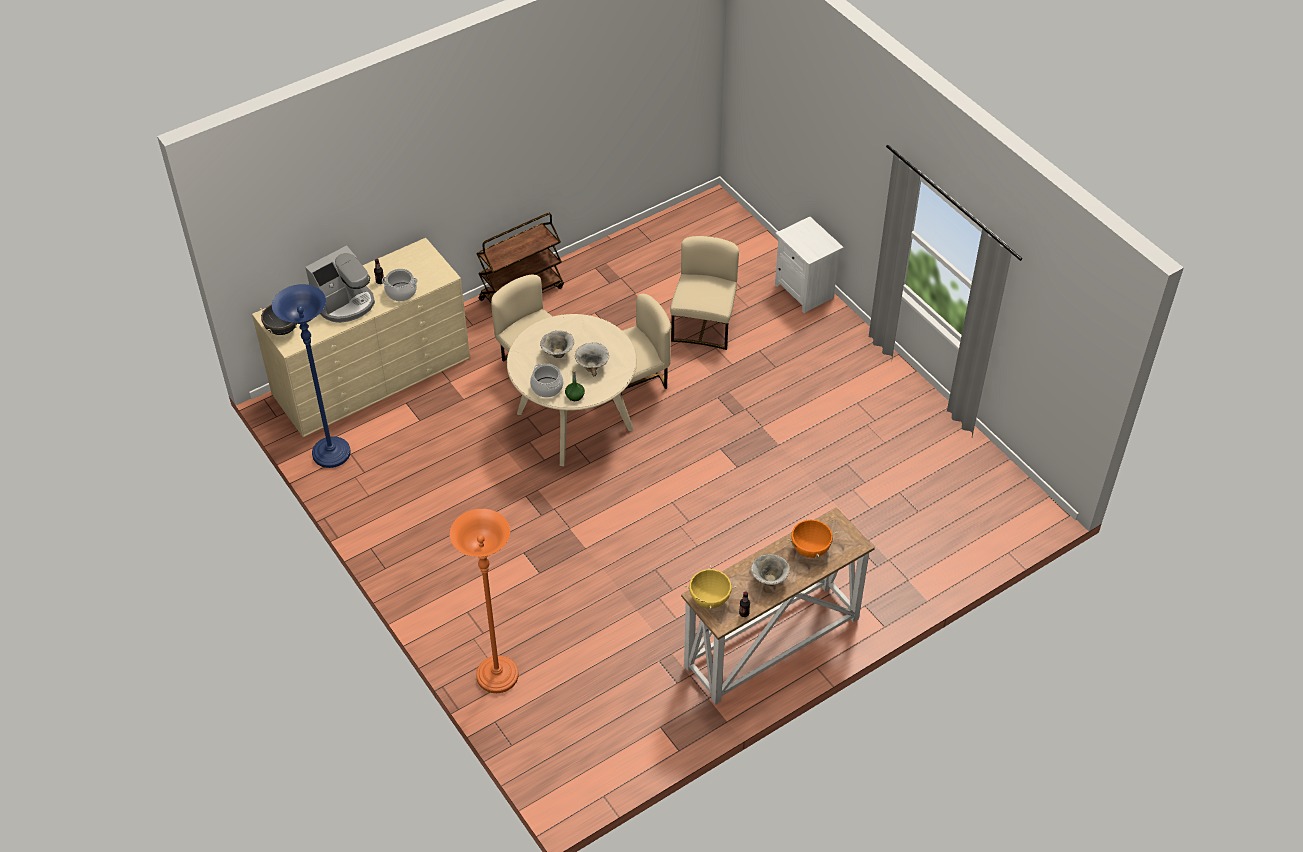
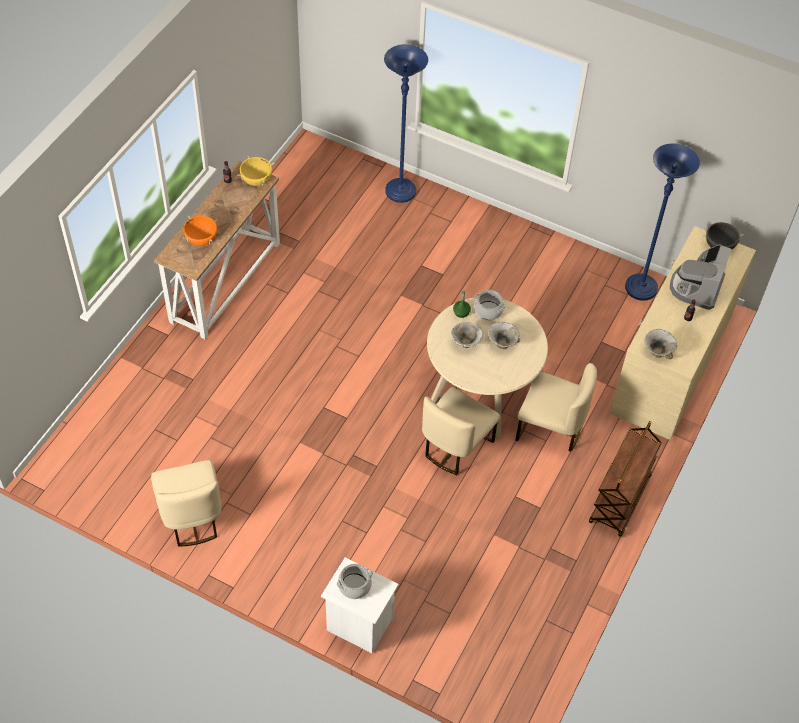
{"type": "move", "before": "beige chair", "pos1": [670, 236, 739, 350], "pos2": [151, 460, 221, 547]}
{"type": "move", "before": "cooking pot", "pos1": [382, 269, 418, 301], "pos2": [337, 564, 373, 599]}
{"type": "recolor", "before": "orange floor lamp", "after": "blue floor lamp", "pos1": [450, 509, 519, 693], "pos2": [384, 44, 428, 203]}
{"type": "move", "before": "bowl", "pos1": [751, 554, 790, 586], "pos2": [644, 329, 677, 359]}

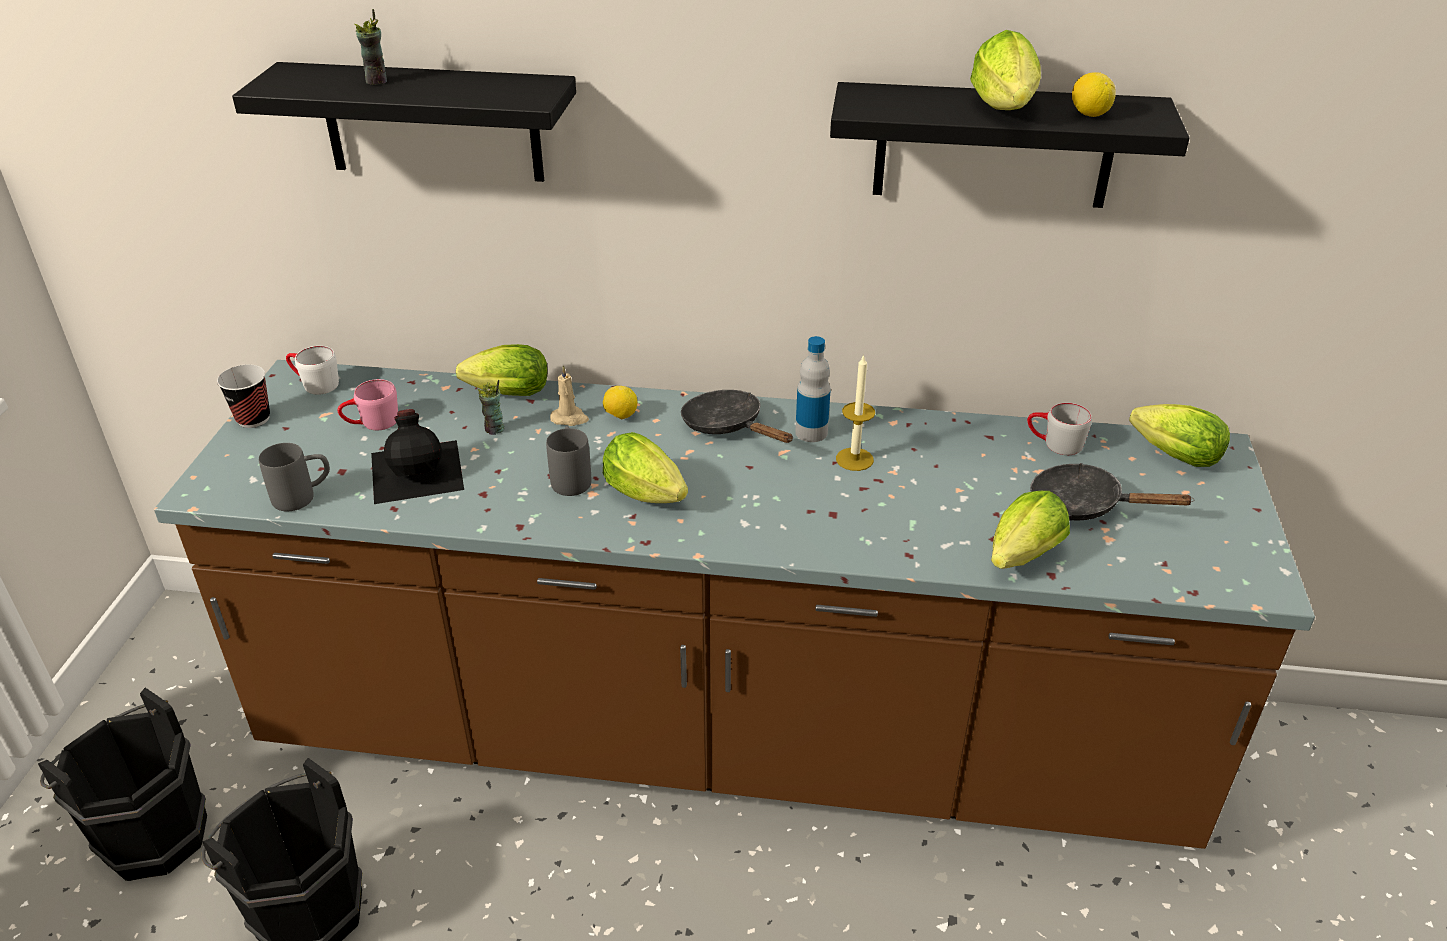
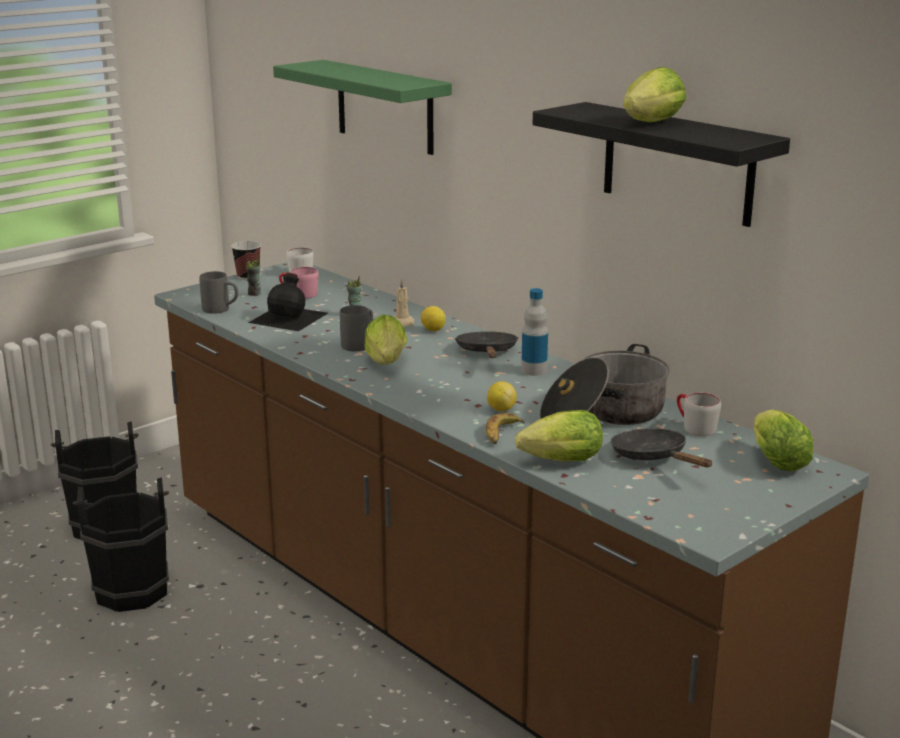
{"type": "move", "before": "cup", "pos1": [354, 9, 387, 85], "pos2": [246, 255, 261, 296]}
{"type": "recolor", "before": "black shelf", "after": "green shelf", "pos1": [232, 62, 576, 182], "pos2": [273, 60, 452, 155]}
{"type": "insert", "after": "banana", "pos2": [486, 413, 525, 444]}
{"type": "move", "before": "lemon", "pos1": [1072, 72, 1116, 117], "pos2": [487, 381, 517, 411]}
{"type": "insert", "after": "cooking pot", "pos2": [540, 344, 670, 425]}
{"type": "delete", "before": "lettuce", "pos1": [456, 344, 547, 396]}
{"type": "delete", "before": "candle", "pos1": [836, 354, 875, 471]}

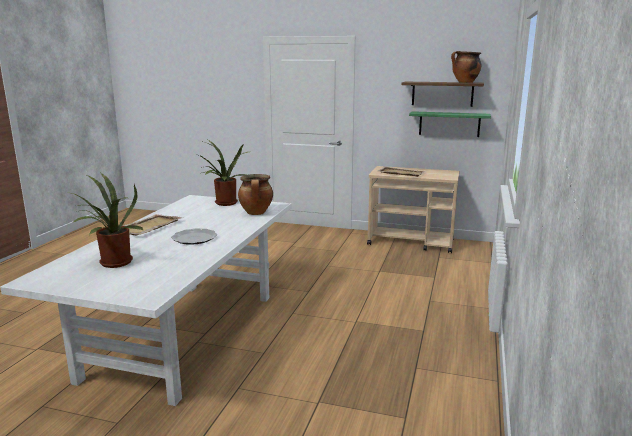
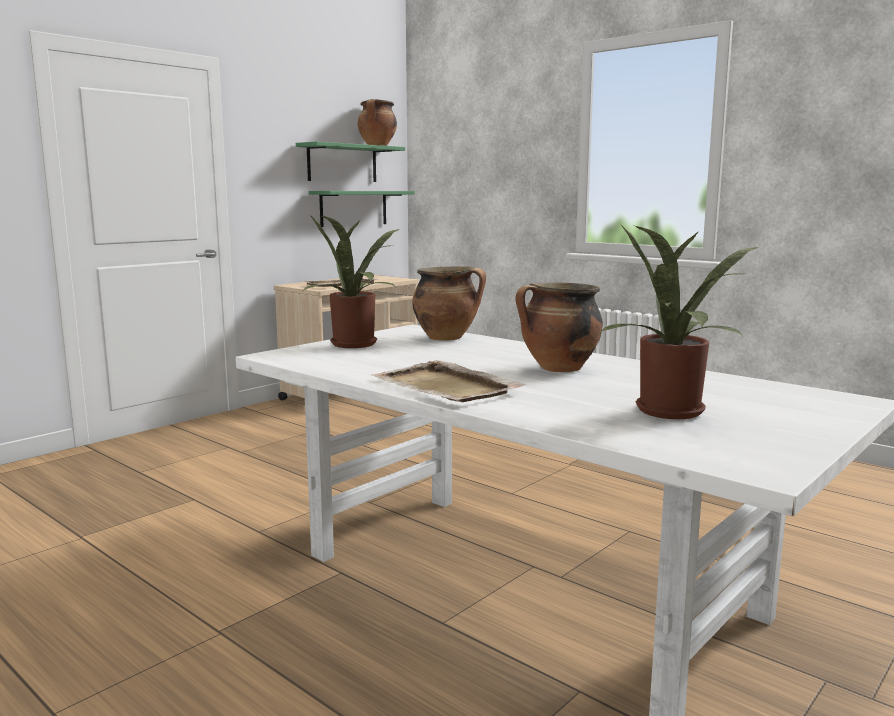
{"type": "recolor", "before": "brown shelf", "after": "green shelf", "pos1": [401, 82, 484, 107], "pos2": [296, 141, 405, 182]}
{"type": "replace", "before": "plate", "after": "cooking pot", "pos1": [171, 228, 217, 245], "pos2": [515, 283, 603, 372]}

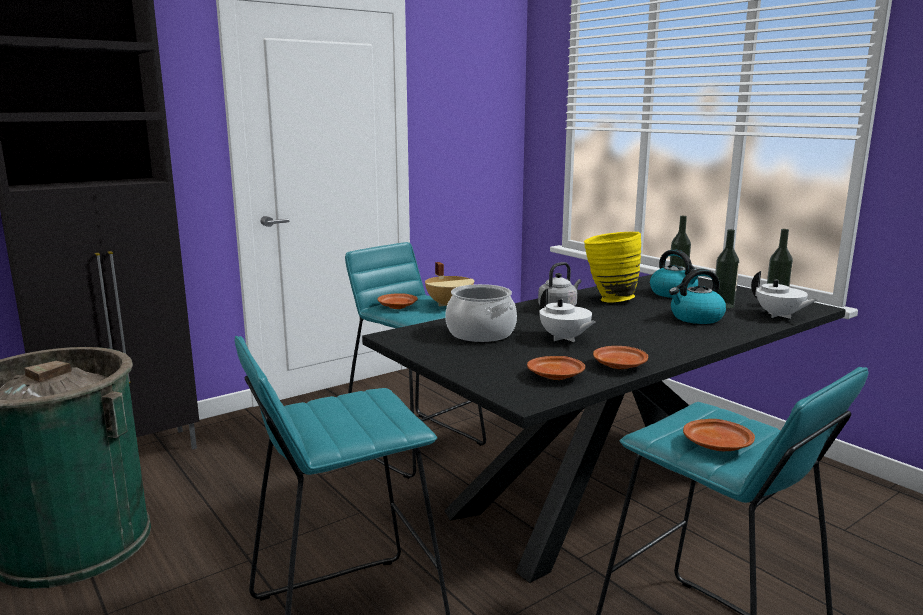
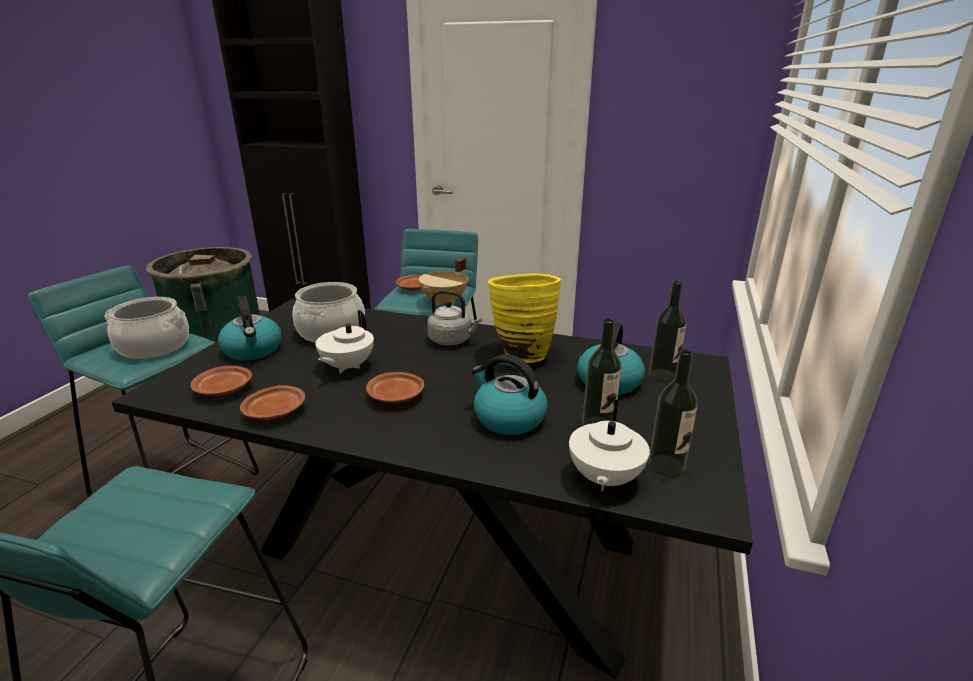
{"type": "insert", "after": "cooking pot", "pos2": [105, 297, 189, 359]}
{"type": "insert", "after": "kettle", "pos2": [218, 296, 281, 360]}
{"type": "move", "before": "brown plate", "pos1": [683, 419, 755, 451], "pos2": [366, 372, 424, 403]}

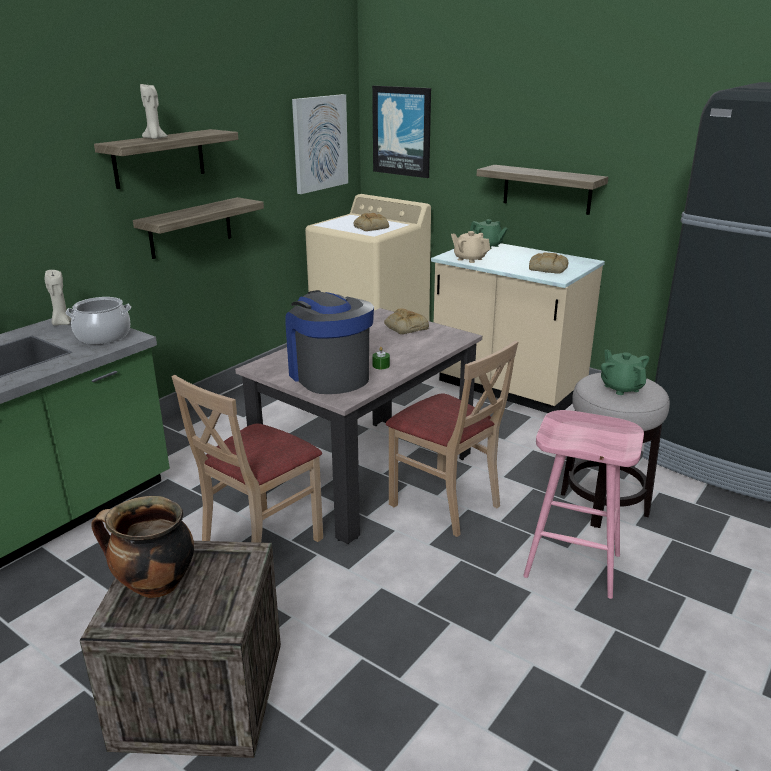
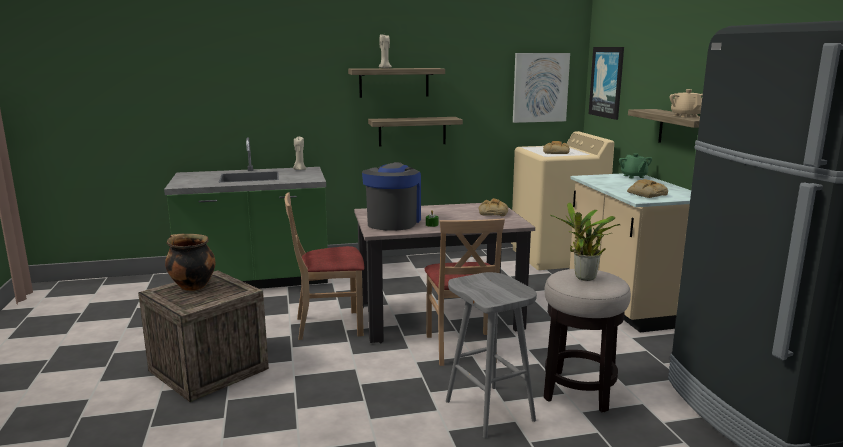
{"type": "recolor", "before": "pink stool", "after": "grey stool", "pos1": [523, 410, 644, 599], "pos2": [446, 272, 537, 438]}
{"type": "replace", "before": "green teapot", "after": "potted plant", "pos1": [601, 350, 649, 395], "pos2": [550, 203, 620, 281]}
{"type": "move", "before": "beige teapot", "pos1": [451, 231, 490, 263], "pos2": [670, 89, 703, 117]}
{"type": "delete", "before": "cooking pot", "pos1": [66, 297, 131, 344]}

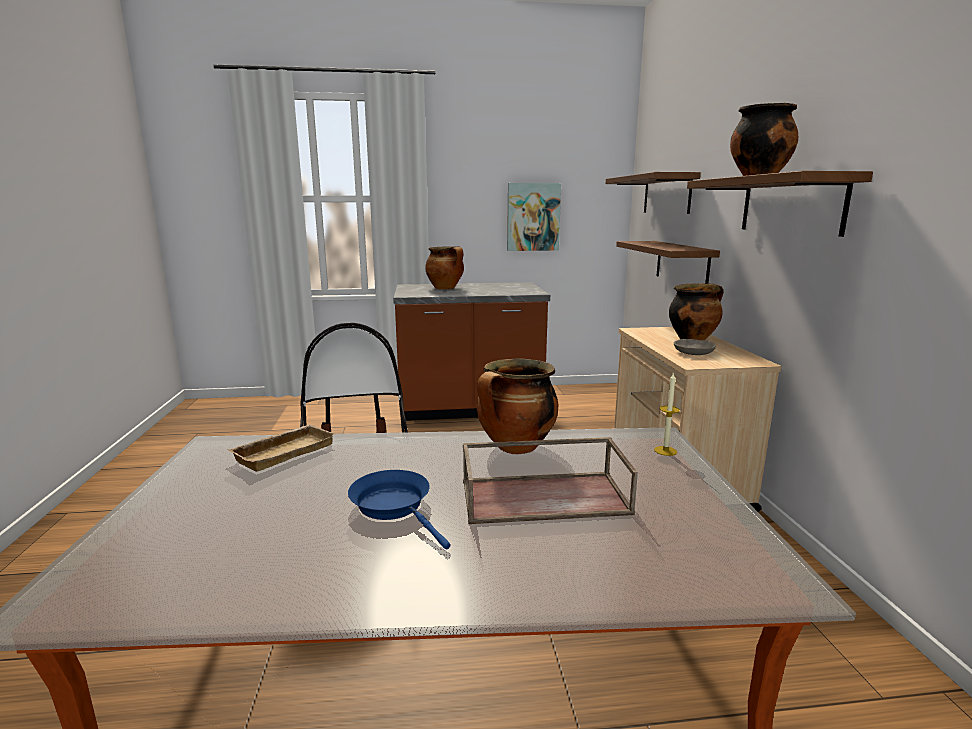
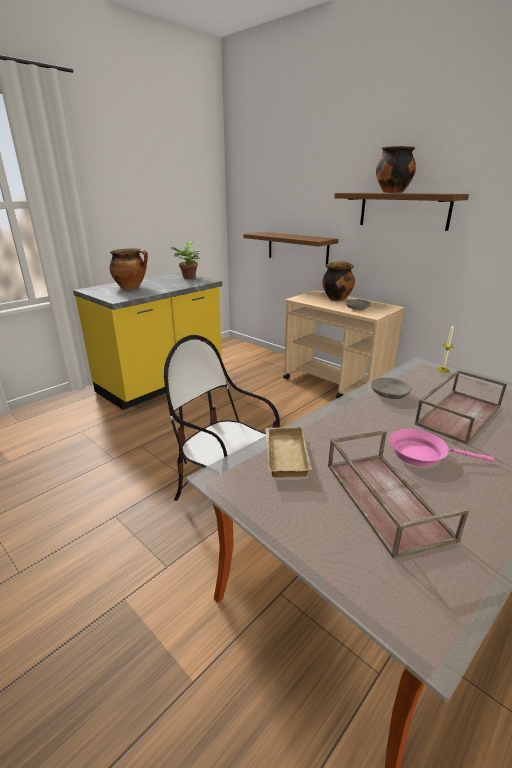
{"type": "recolor", "before": "brown counter", "after": "yellow counter", "pos1": [393, 282, 550, 421], "pos2": [73, 272, 222, 410]}
{"type": "insert", "after": "potted plant", "pos2": [170, 241, 199, 279]}
{"type": "insert", "after": "brown tray", "pos2": [328, 430, 469, 559]}
{"type": "replace", "before": "cooking pot", "after": "grey bowl", "pos1": [477, 359, 558, 454], "pos2": [371, 378, 412, 399]}
{"type": "recolor", "before": "blue frying pan", "after": "pink frying pan", "pos1": [348, 470, 450, 549], "pos2": [389, 429, 494, 467]}
{"type": "delete", "before": "picture", "pos1": [507, 183, 561, 251]}
{"type": "delete", "before": "shelf", "pos1": [606, 172, 701, 214]}

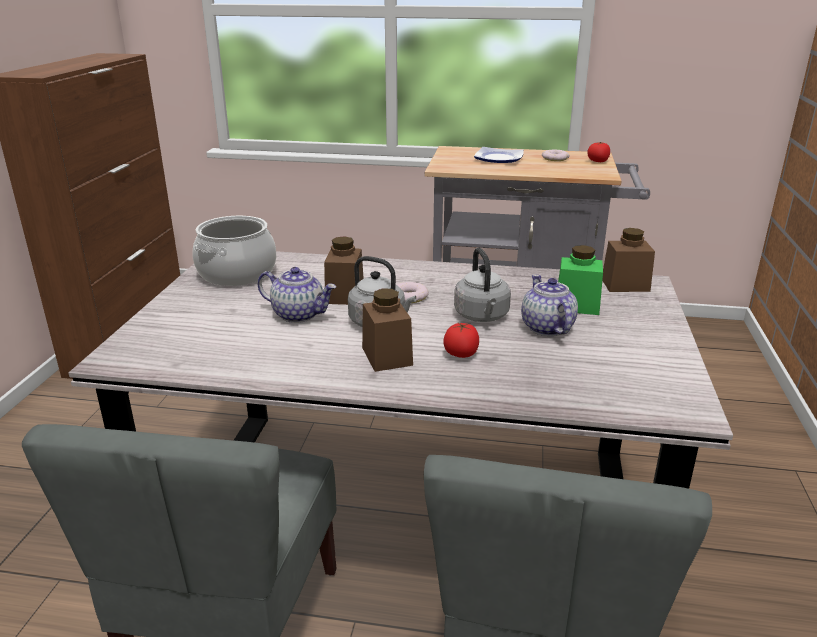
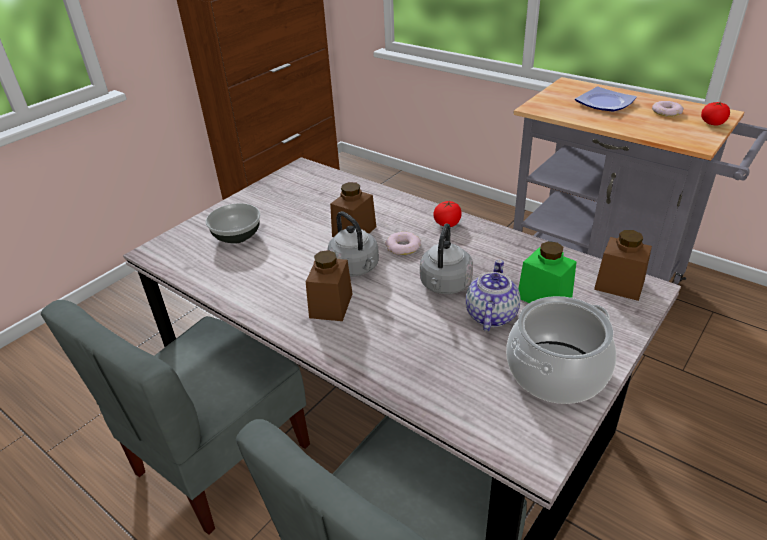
{"type": "insert", "after": "bowl", "pos2": [206, 203, 260, 244]}
{"type": "move", "before": "tomato", "pos1": [443, 323, 479, 358], "pos2": [433, 201, 462, 227]}
{"type": "move", "before": "cooking pot", "pos1": [192, 216, 276, 286], "pos2": [506, 296, 616, 404]}
{"type": "delete", "before": "teapot", "pos1": [258, 267, 336, 323]}

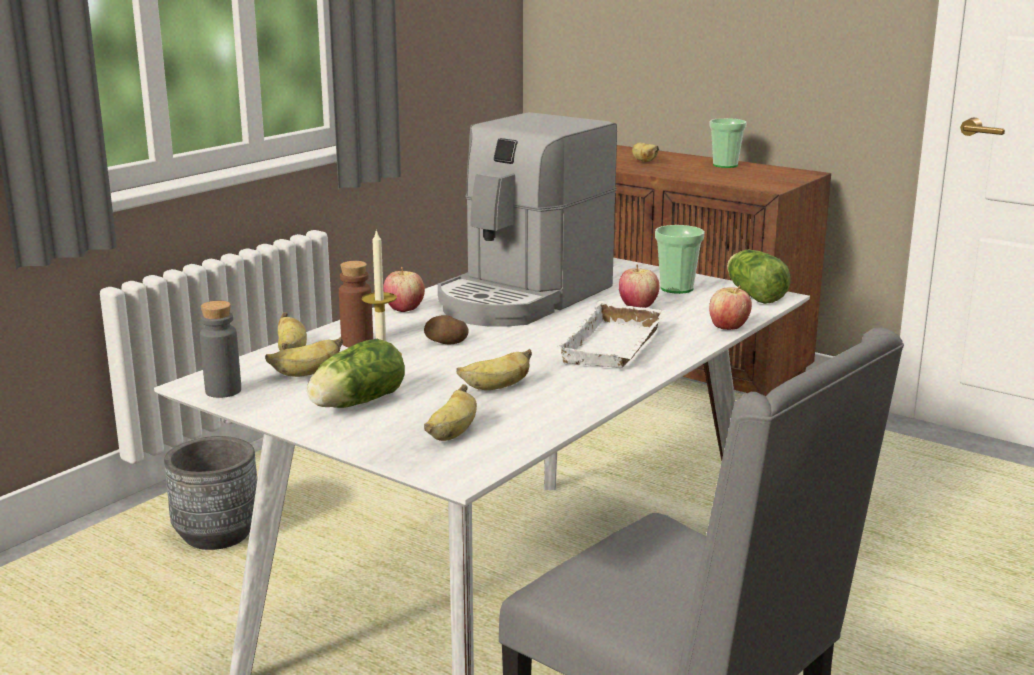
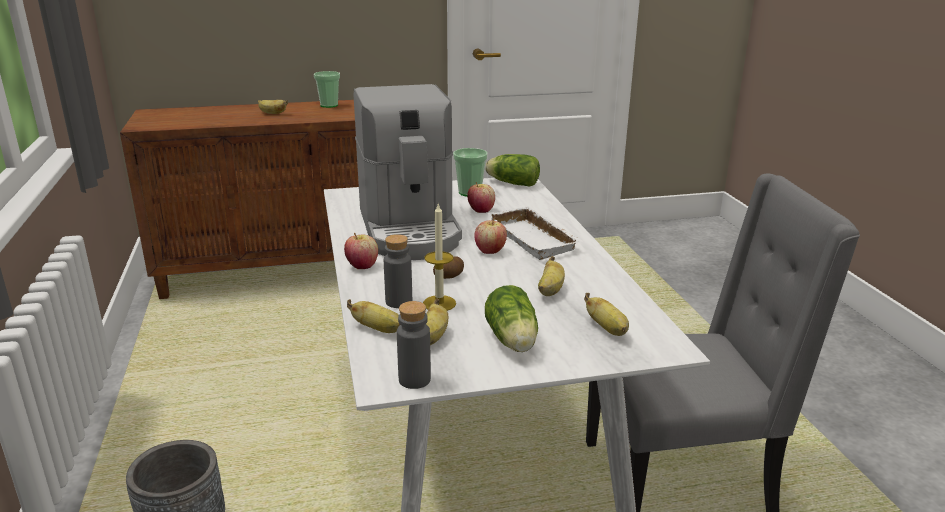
{"type": "recolor", "before": "brown bottle", "after": "grey bottle", "pos1": [339, 261, 373, 347], "pos2": [384, 234, 412, 308]}
{"type": "move", "before": "apple", "pos1": [709, 285, 752, 330], "pos2": [474, 218, 507, 254]}

